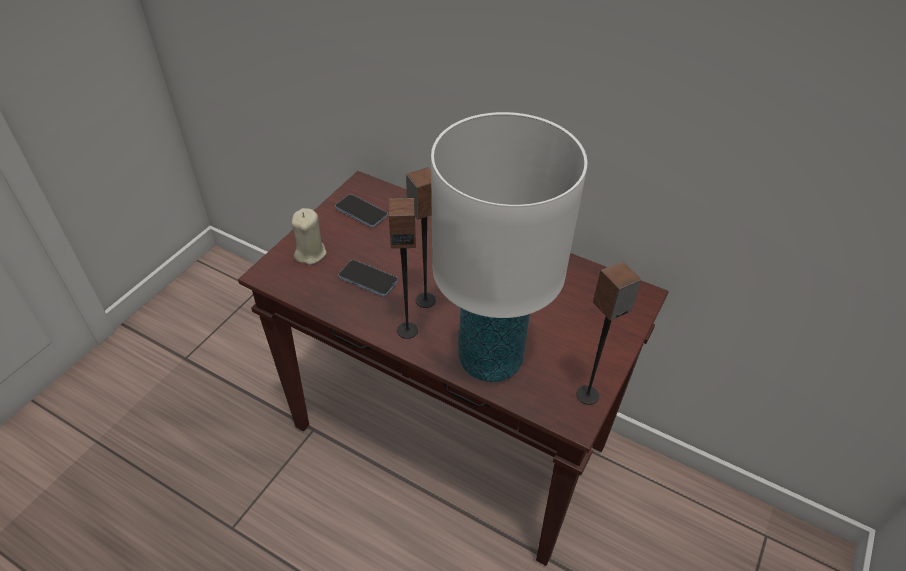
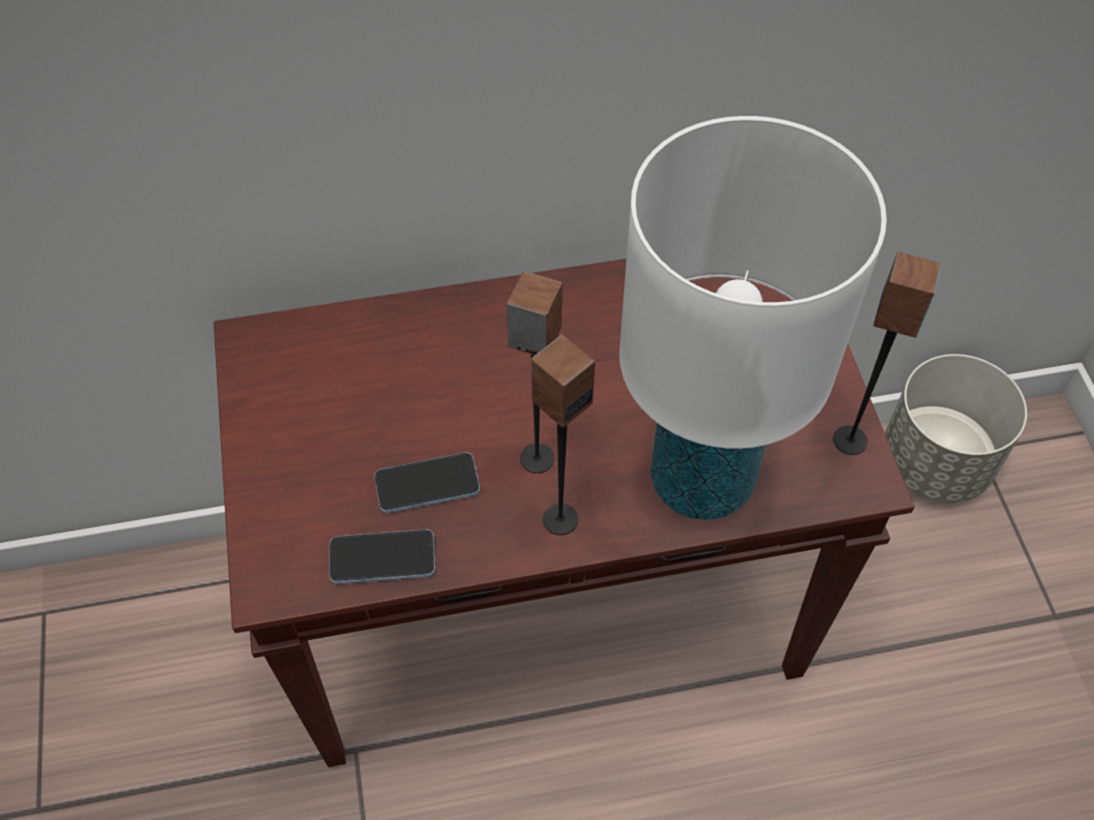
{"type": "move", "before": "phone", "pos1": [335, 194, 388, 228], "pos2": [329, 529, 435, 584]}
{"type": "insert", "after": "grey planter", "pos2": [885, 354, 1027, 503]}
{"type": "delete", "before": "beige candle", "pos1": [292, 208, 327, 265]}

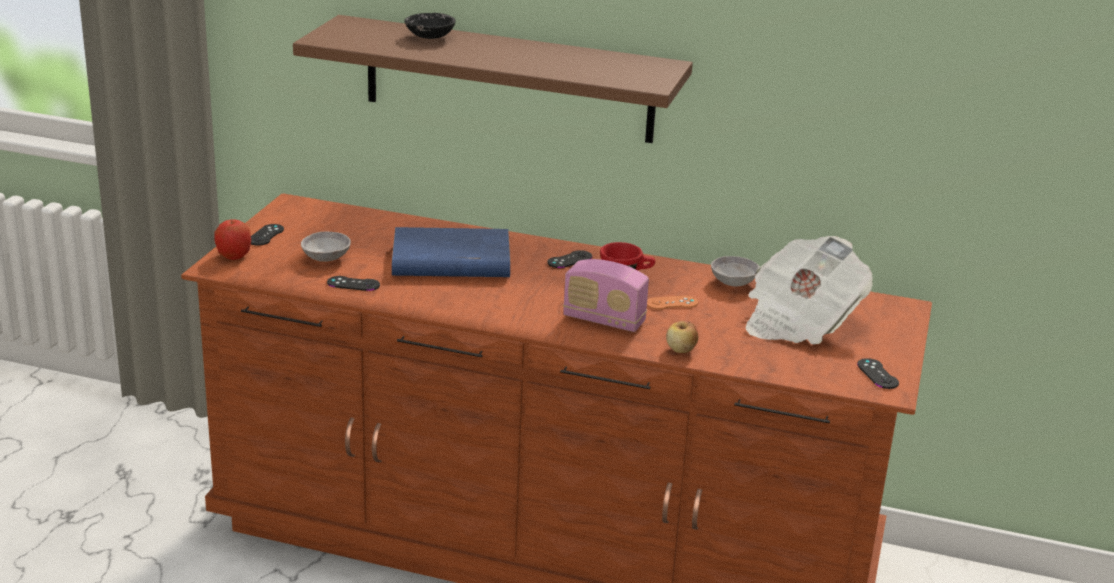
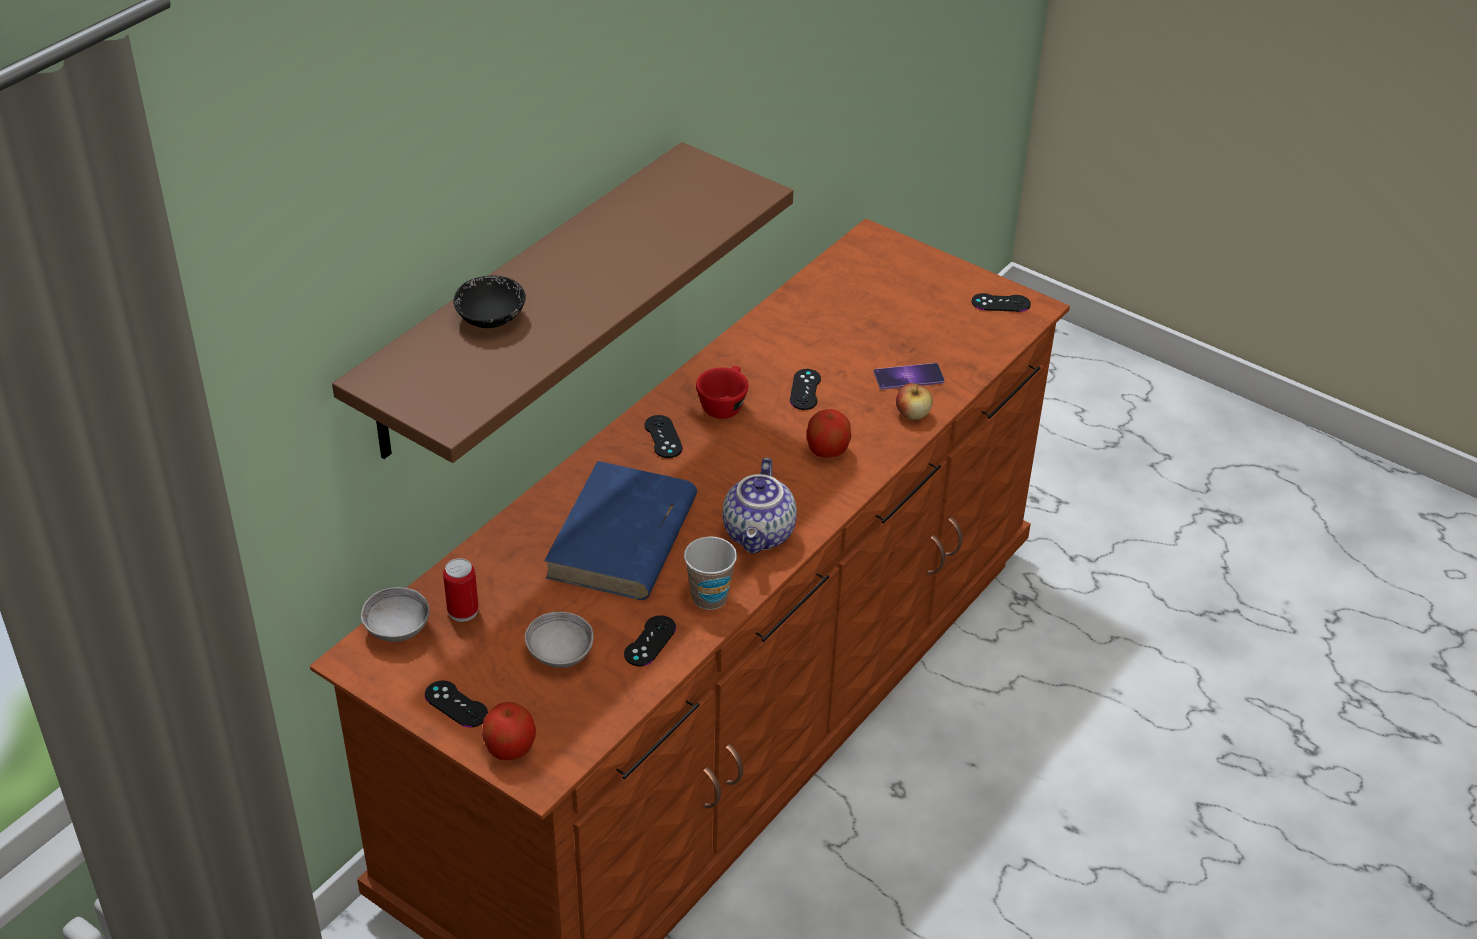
{"type": "move", "before": "grey bowl", "pos1": [711, 256, 760, 286], "pos2": [361, 587, 430, 642]}
{"type": "insert", "after": "can", "pos2": [443, 558, 479, 622]}
{"type": "insert", "after": "cup", "pos2": [684, 536, 737, 610]}
{"type": "insert", "after": "teapot", "pos2": [722, 457, 797, 554]}
{"type": "recolor", "before": "orange game controller", "after": "black game controller", "pos1": [647, 296, 698, 310], "pos2": [790, 369, 821, 410]}
{"type": "replace", "before": "radio", "after": "apple", "pos1": [563, 259, 649, 332], "pos2": [807, 409, 851, 458]}
{"type": "insert", "after": "phone", "pos2": [874, 363, 945, 390]}
{"type": "delete", "before": "newspaper", "pos1": [745, 236, 873, 345]}

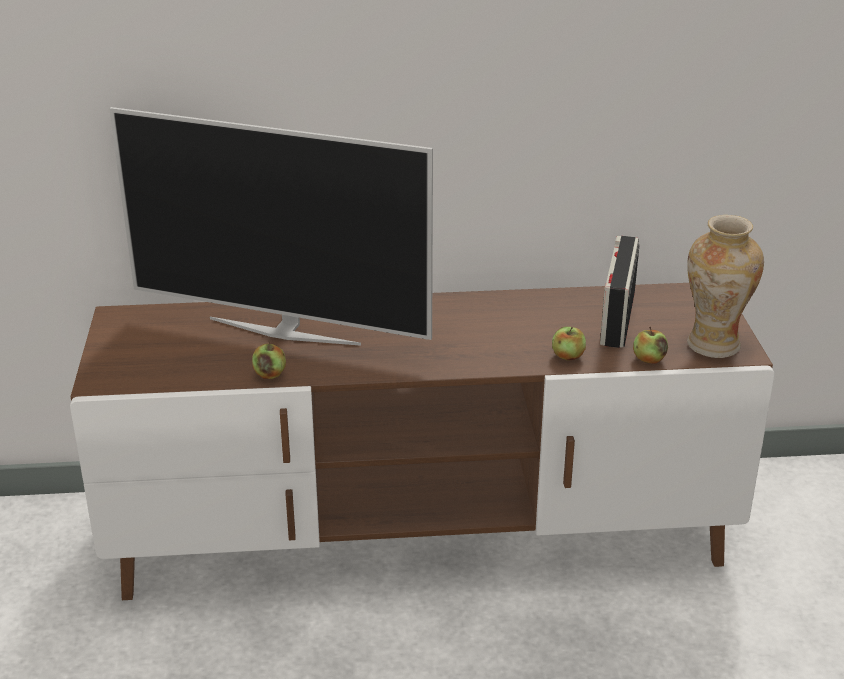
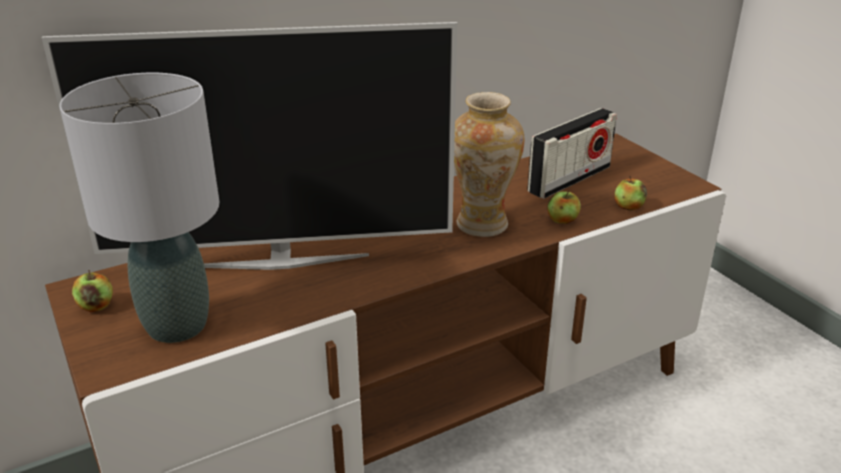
{"type": "insert", "after": "grey table lamp", "pos2": [59, 73, 219, 343]}
{"type": "move", "before": "apple", "pos1": [252, 341, 286, 379], "pos2": [72, 270, 113, 312]}
{"type": "move", "before": "vase", "pos1": [687, 215, 764, 358], "pos2": [454, 92, 524, 237]}
{"type": "rotate", "before": "radio", "pos1": [600, 236, 639, 348], "pos2": [527, 108, 617, 199], "turn": -120}

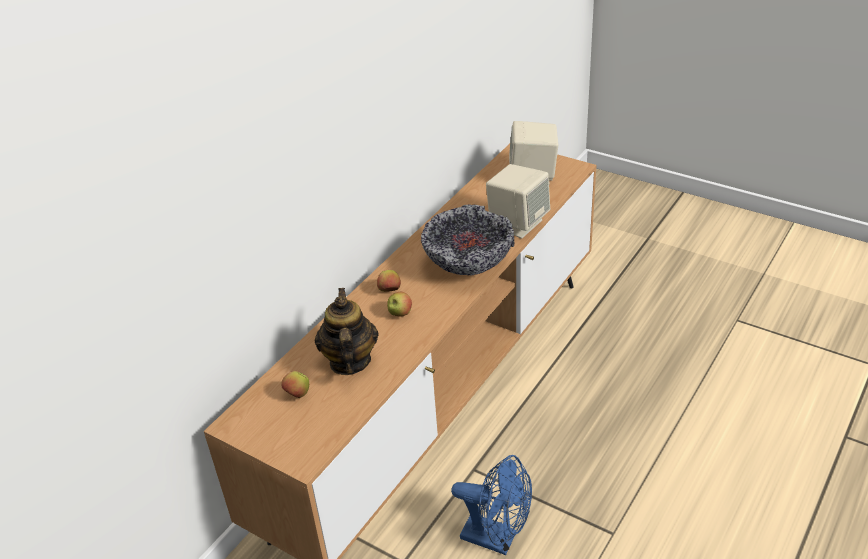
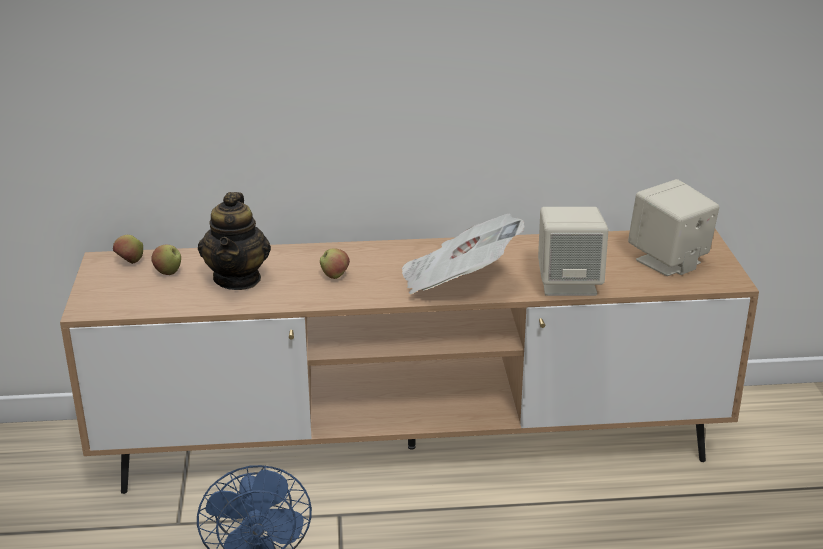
{"type": "move", "before": "apple", "pos1": [377, 270, 401, 292], "pos2": [113, 235, 143, 264]}
{"type": "rotate", "before": "teapot", "pos1": [315, 288, 379, 375], "pos2": [198, 192, 271, 290], "turn": 135}
{"type": "replace", "before": "bowl", "after": "newspaper", "pos1": [421, 204, 514, 275], "pos2": [402, 213, 524, 294]}

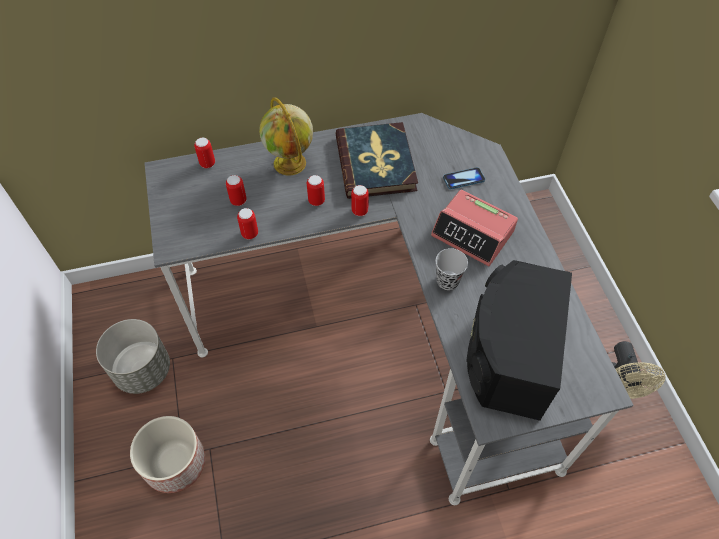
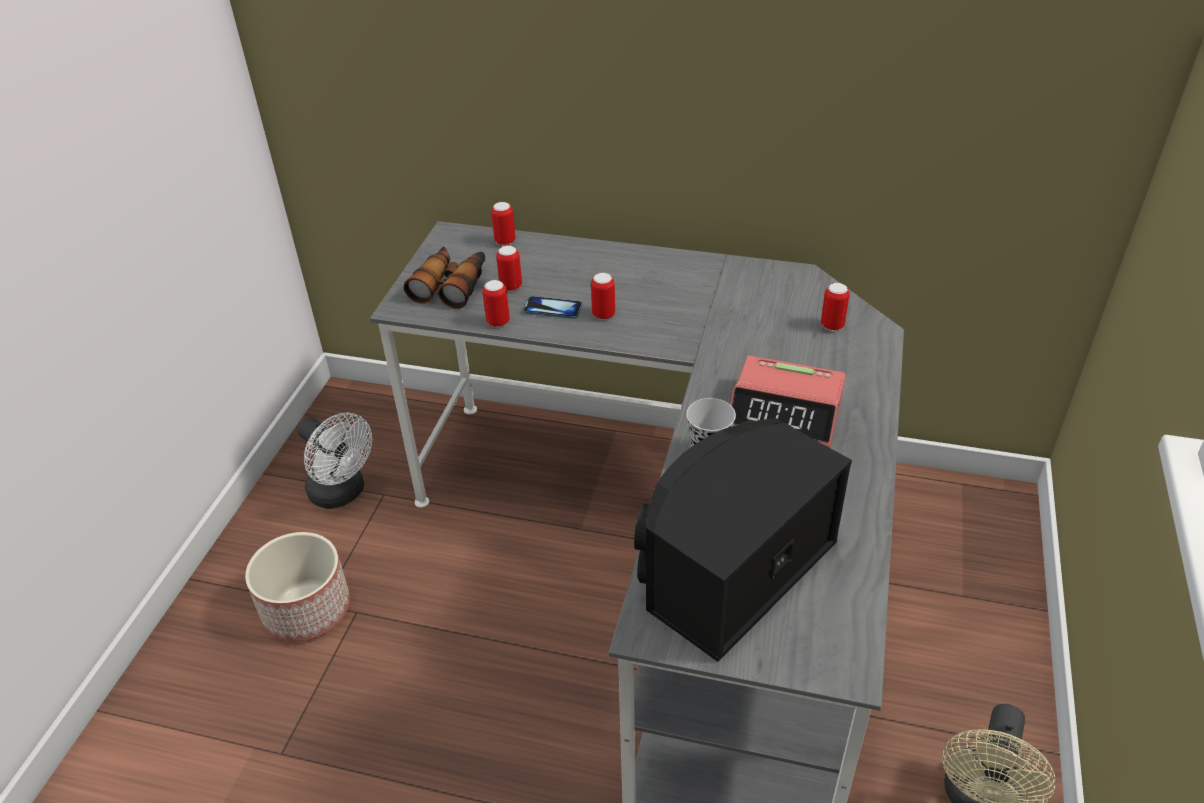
{"type": "replace", "before": "grey planter", "after": "white fan", "pos1": [96, 319, 170, 394], "pos2": [298, 413, 372, 509]}
{"type": "insert", "after": "binoculars", "pos2": [404, 246, 486, 309]}
{"type": "move", "before": "phone", "pos1": [443, 167, 485, 189], "pos2": [523, 296, 582, 319]}
{"type": "rotate", "before": "alarm clock", "pos1": [431, 190, 518, 266], "pos2": [730, 355, 846, 448], "turn": -45}
{"type": "move", "before": "can", "pos1": [351, 185, 369, 216], "pos2": [821, 283, 850, 331]}
{"type": "delete", "before": "globe", "pos1": [259, 97, 313, 176]}
{"type": "delete", "before": "book", "pos1": [335, 122, 418, 199]}

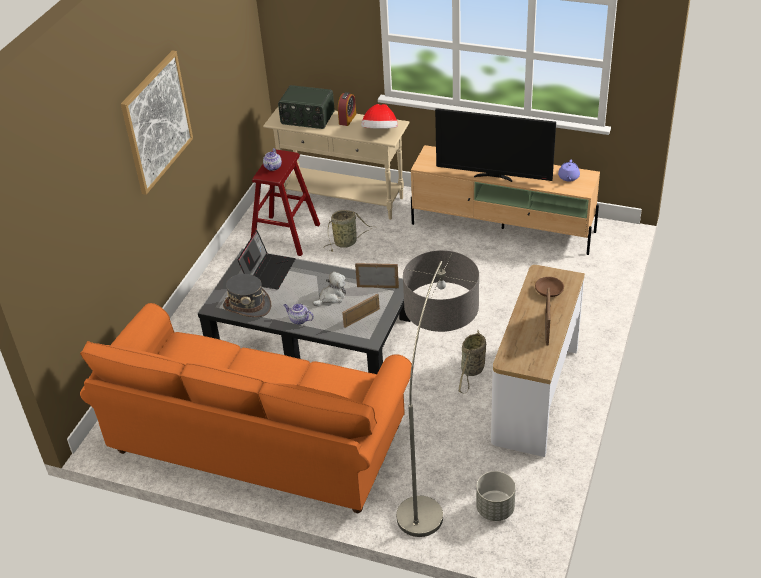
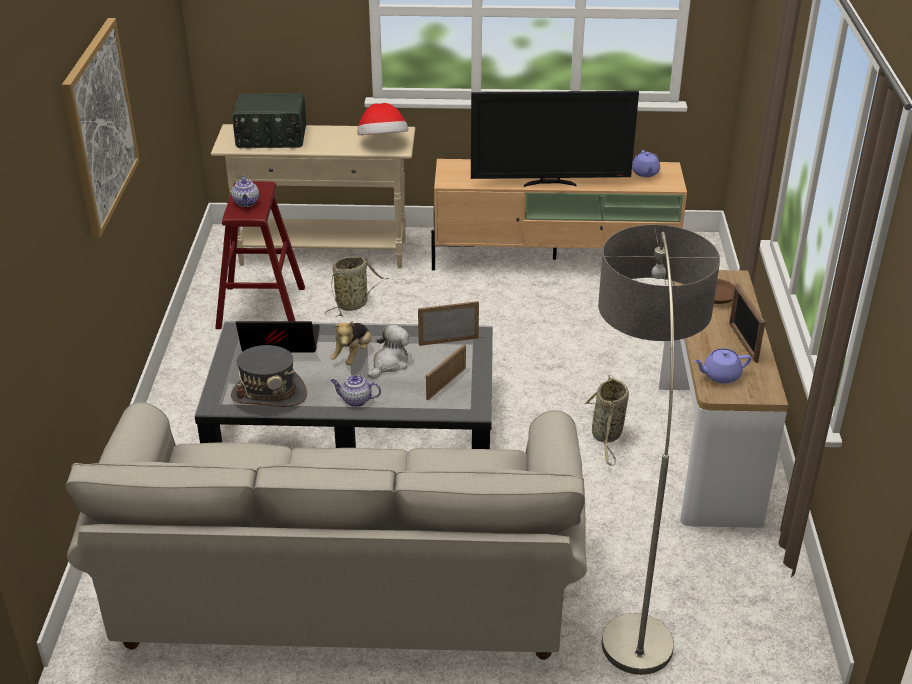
{"type": "recolor", "before": "orange sofa", "after": "beige sofa", "pos1": [80, 303, 412, 513], "pos2": [65, 402, 587, 660]}
{"type": "rotate", "before": "laptop", "pos1": [237, 230, 295, 289], "pos2": [236, 321, 319, 353], "turn": -90}
{"type": "insert", "after": "plush toy", "pos2": [330, 321, 371, 365]}
{"type": "insert", "after": "purple teapot", "pos2": [694, 348, 751, 384]}
{"type": "delete", "before": "alarm clock", "pos1": [338, 92, 356, 126]}
{"type": "delete", "before": "grey planter", "pos1": [476, 471, 516, 521]}

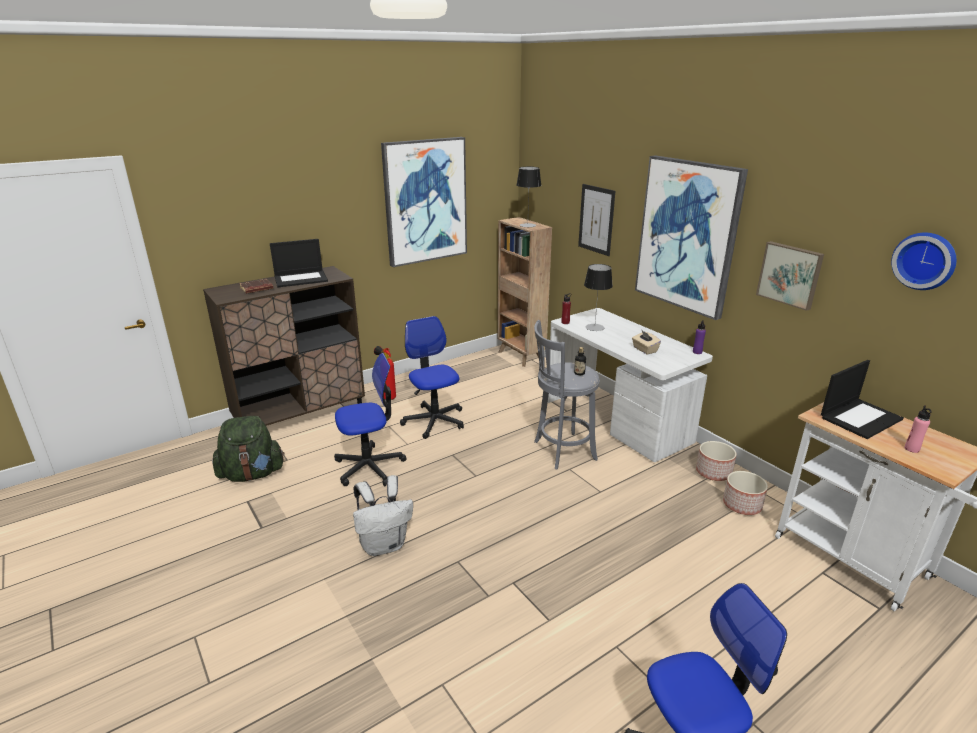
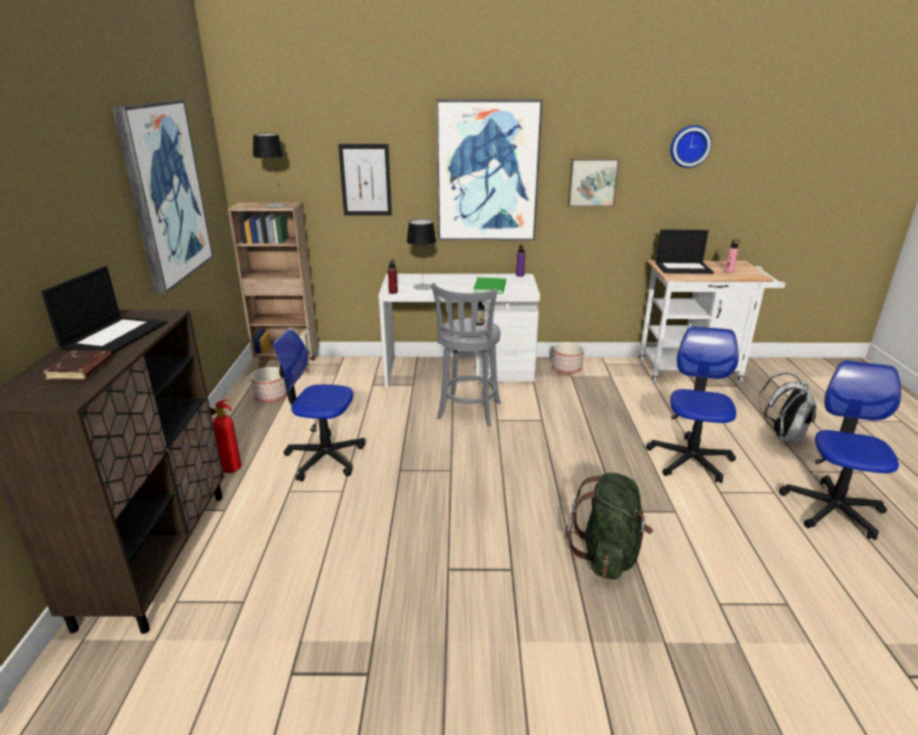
{"type": "move", "before": "planter", "pos1": [723, 471, 768, 515], "pos2": [251, 367, 287, 403]}
{"type": "replace", "before": "beige tissue box", "after": "green book", "pos1": [632, 331, 661, 355], "pos2": [473, 277, 506, 294]}
{"type": "move", "before": "green backpack", "pos1": [212, 416, 284, 482], "pos2": [565, 473, 653, 579]}
{"type": "move", "before": "office chair", "pos1": [334, 353, 407, 486], "pos2": [646, 326, 739, 483]}
{"type": "rotate", "before": "laptop", "pos1": [821, 360, 903, 439], "pos2": [656, 229, 714, 274], "turn": 90}
{"type": "move", "before": "white backpack", "pos1": [353, 475, 413, 556], "pos2": [759, 371, 817, 445]}

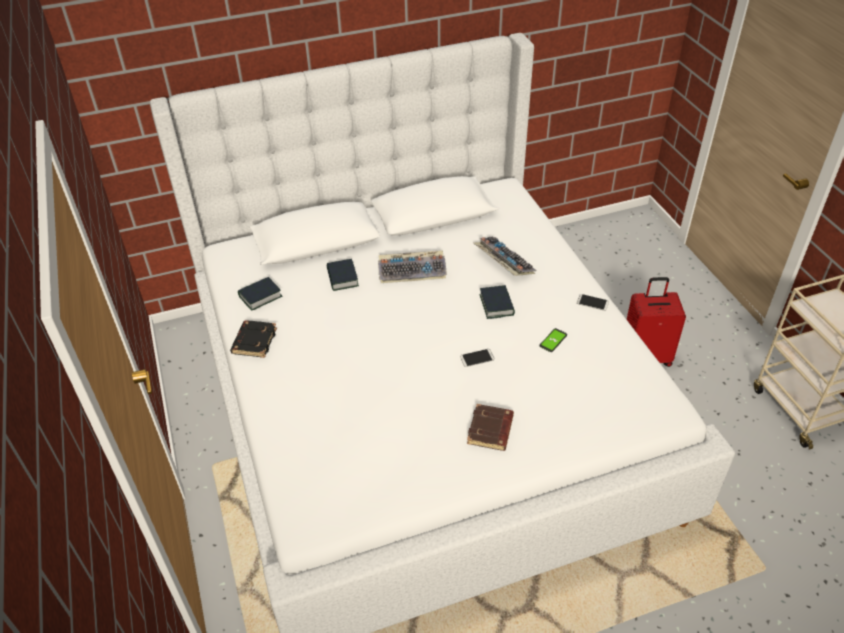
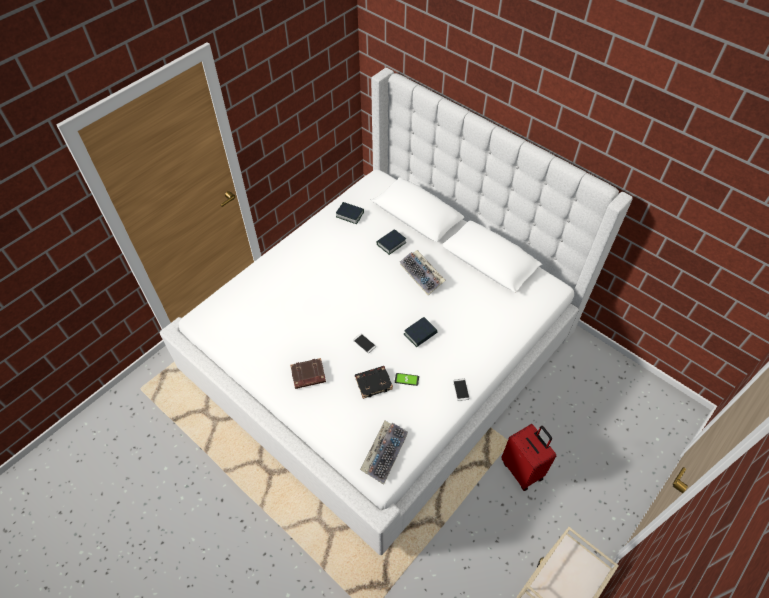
{"type": "move", "before": "black book", "pos1": [230, 320, 277, 358], "pos2": [355, 366, 393, 399]}
{"type": "move", "before": "keyboard", "pos1": [474, 237, 536, 276], "pos2": [360, 420, 408, 484]}

